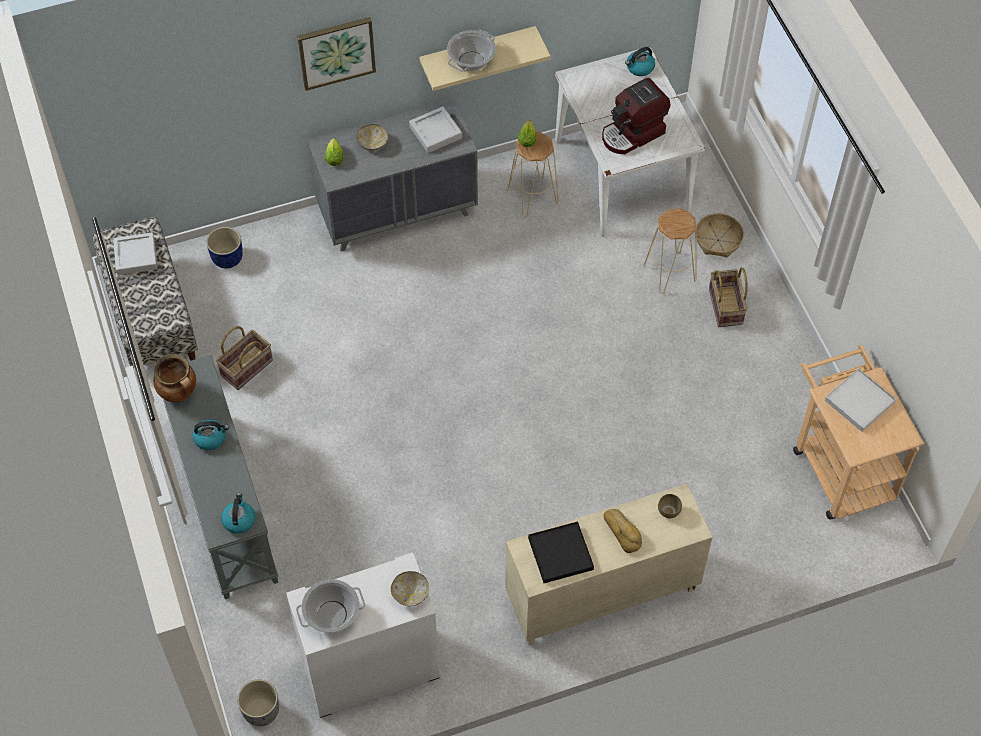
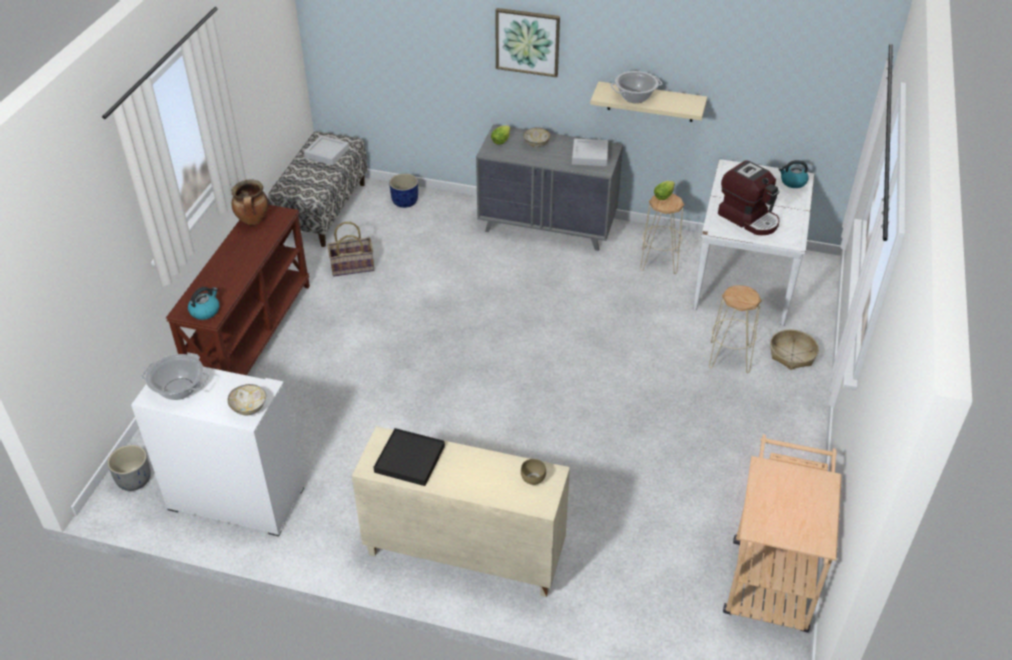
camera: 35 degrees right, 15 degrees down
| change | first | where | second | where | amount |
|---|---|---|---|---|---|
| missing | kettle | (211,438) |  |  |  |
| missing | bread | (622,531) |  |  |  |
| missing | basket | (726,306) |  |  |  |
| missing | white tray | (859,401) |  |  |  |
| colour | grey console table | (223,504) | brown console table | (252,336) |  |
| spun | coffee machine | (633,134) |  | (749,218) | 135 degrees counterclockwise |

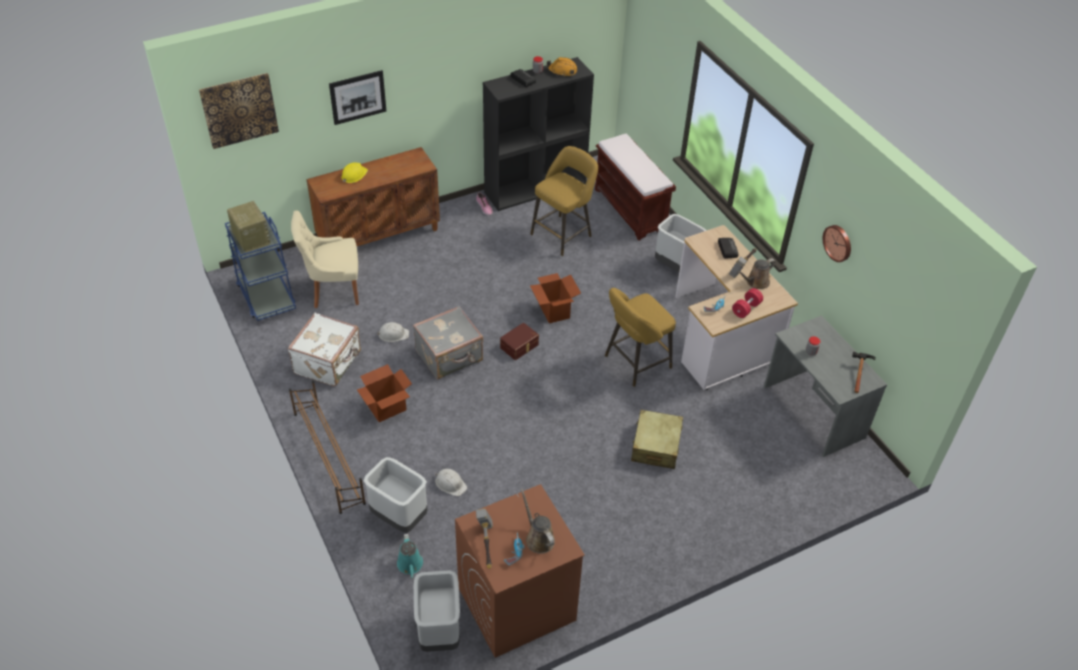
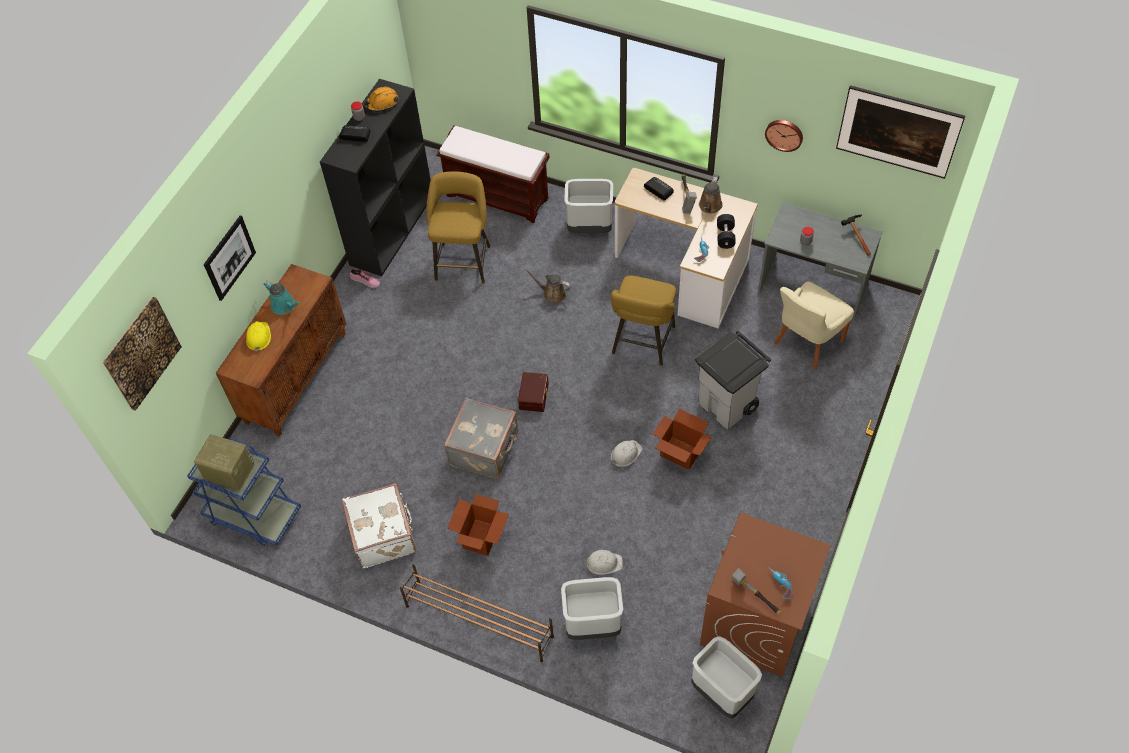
camera: 35 degrees left, 10 degrees up
| change | first | where | second | where | amount |
|---|---|---|---|---|---|
| appeared |  |  | picture | (894,146) |  |
| relocated | beige chair | (333,290) |  | (806,343) |  |
| relocated | white hard hat | (393,334) |  | (625,454) |  |
| relocated | turquoise watering can | (410,565) |  | (285,306) |  |
| relocated | brown watering can | (538,538) |  | (552,293) |  |
| relocated | cardboard box | (554,311) |  | (680,453) |  |
| exchanged | beige suitcase | (656,446) | grey trash can | (728,405) |  |
| colour | red dumbbell | (746,309) | black dumbbell | (725,236) |  |

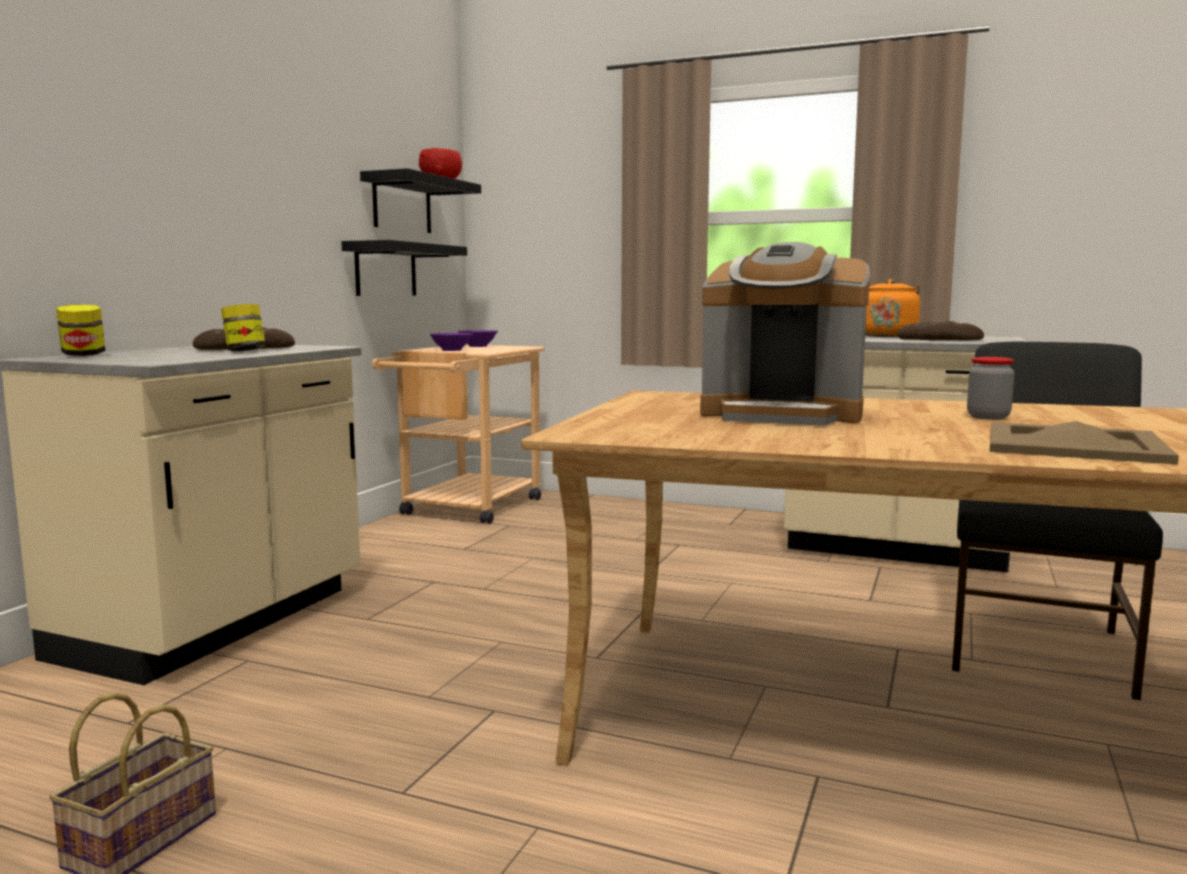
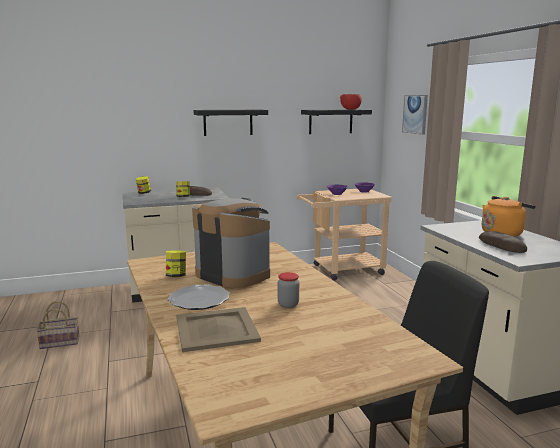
camera: 50 degrees right, 5 degrees up
| change | first | where | second | where | amount |
|---|---|---|---|---|---|
| appeared |  |  | jar | (176,276) |  |
| appeared |  |  | plate | (199,299) |  |
| appeared |  |  | picture | (415,114) |  |
| relocated | black shelf | (386,270) |  | (228,122) |  |
| spun | coffee machine | (782,415) |  | (233,274) | 150 degrees clockwise |

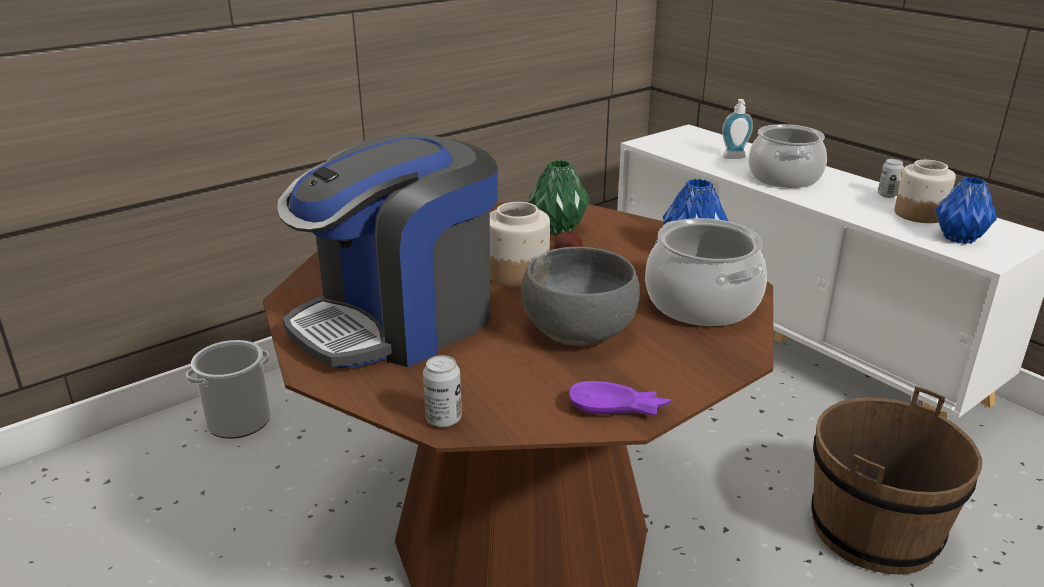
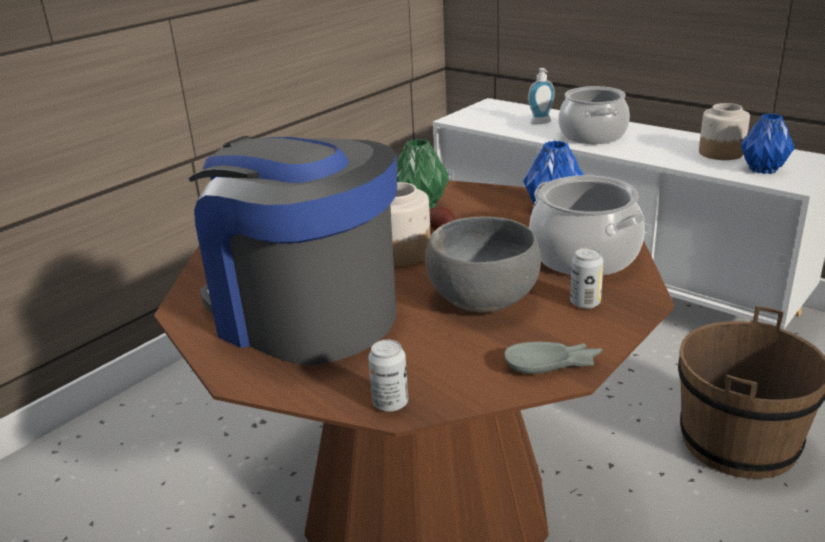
camera: 10 degrees left, 0 degrees up
| change | first | where | second | where | amount |
|---|---|---|---|---|---|
| missing | bucket | (239,420) |  |  |  |
| relocated | can | (887,195) |  | (585,303) |  |
| colour | purple bowl | (618,409) | grey bowl | (553,366) |  |
| spun | coffee machine | (399,321) |  | (304,315) | 90 degrees clockwise |

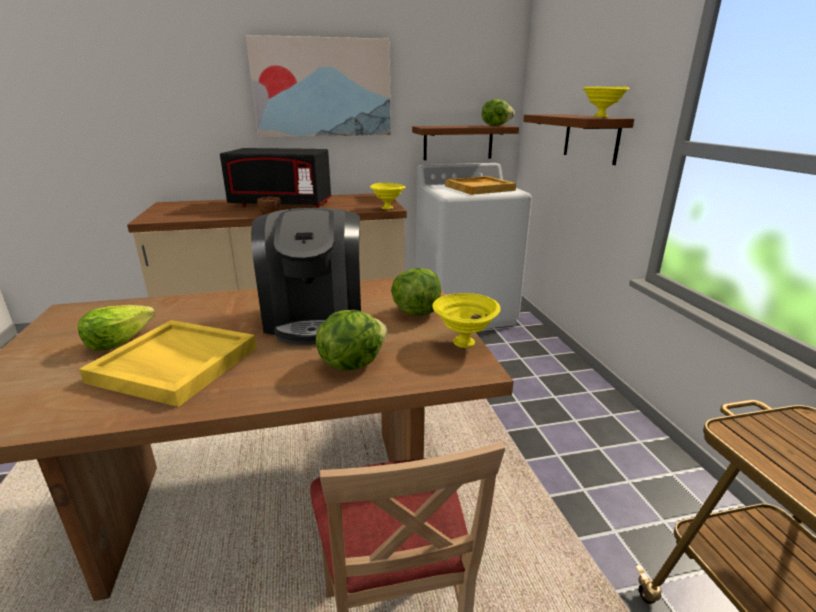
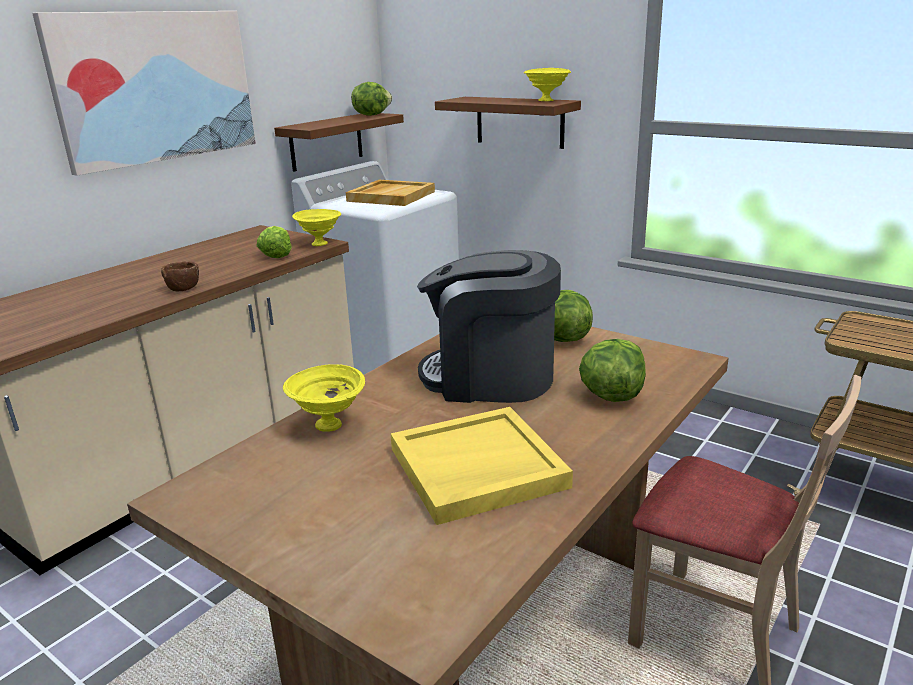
camera: 40 degrees left, 0 degrees up
| change | first | where | second | where | amount |
|---|---|---|---|---|---|
| missing | black microwave | (282,204) |  |  |  |
| relocated | lettuce | (119,341) |  | (276,254) |  |
| relocated | yellow bowl | (465,343) |  | (330,426) |  |
| spun | coffee machine | (315,317) |  | (490,377) | 150 degrees clockwise |

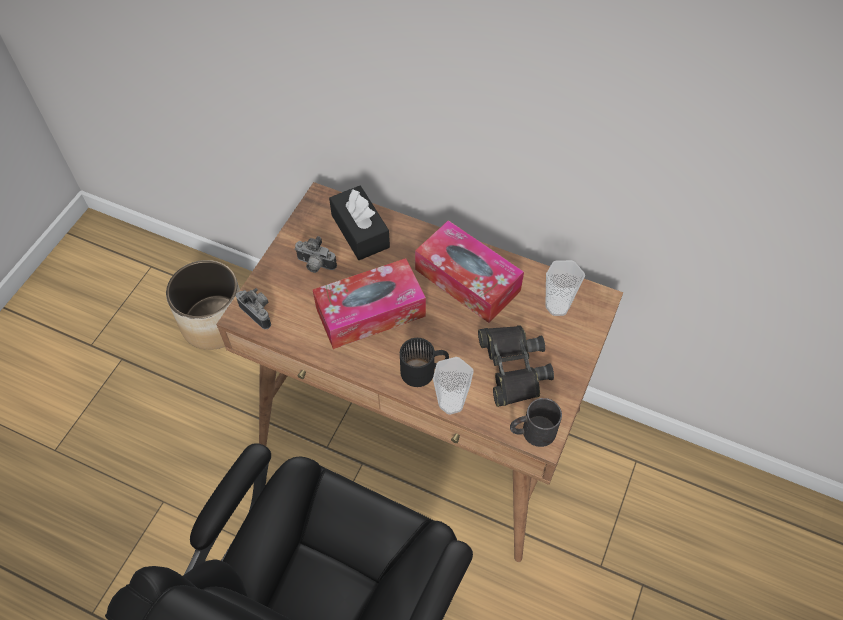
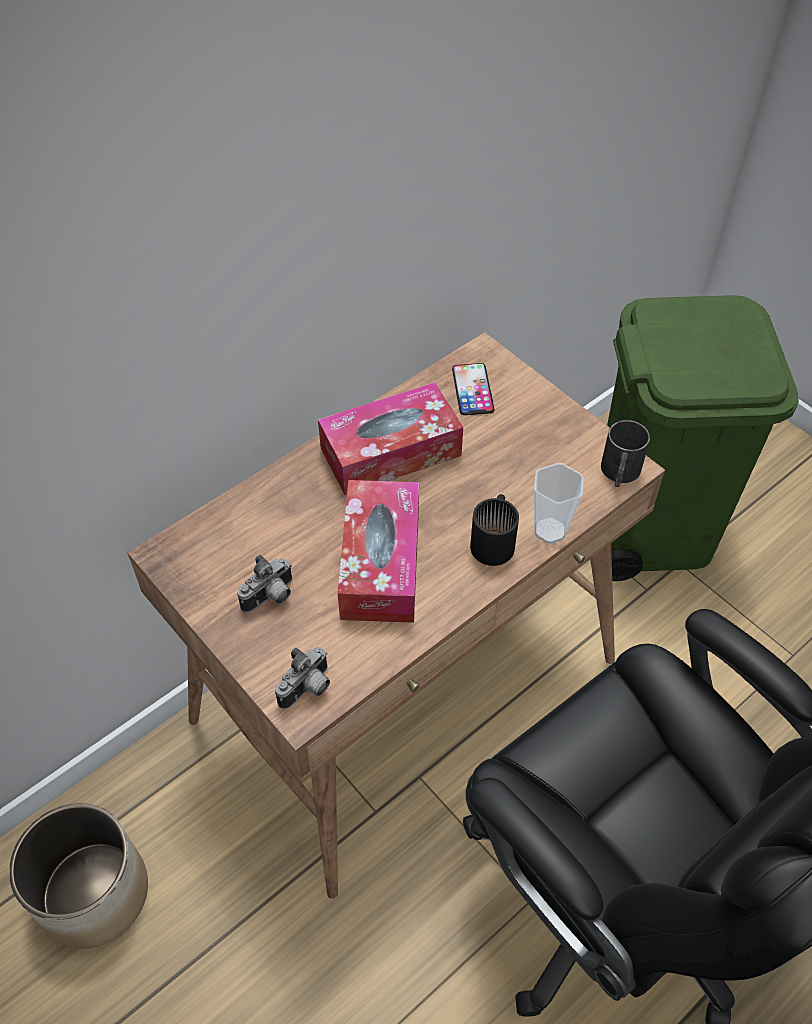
camera: 65 degrees left, 5 degrees down
| change | first | where | second | where | amount |
|---|---|---|---|---|---|
| missing | black tissue box | (360,231) |  |  |  |
| missing | black binoculars | (512,367) |  |  |  |
| appeared |  |  | green trash can | (649,522) |  |
| exchanged | cup | (557,306) | phone | (472,389) |  |
| spun | photo camera | (258,312) |  | (308,689) | 150 degrees clockwise |

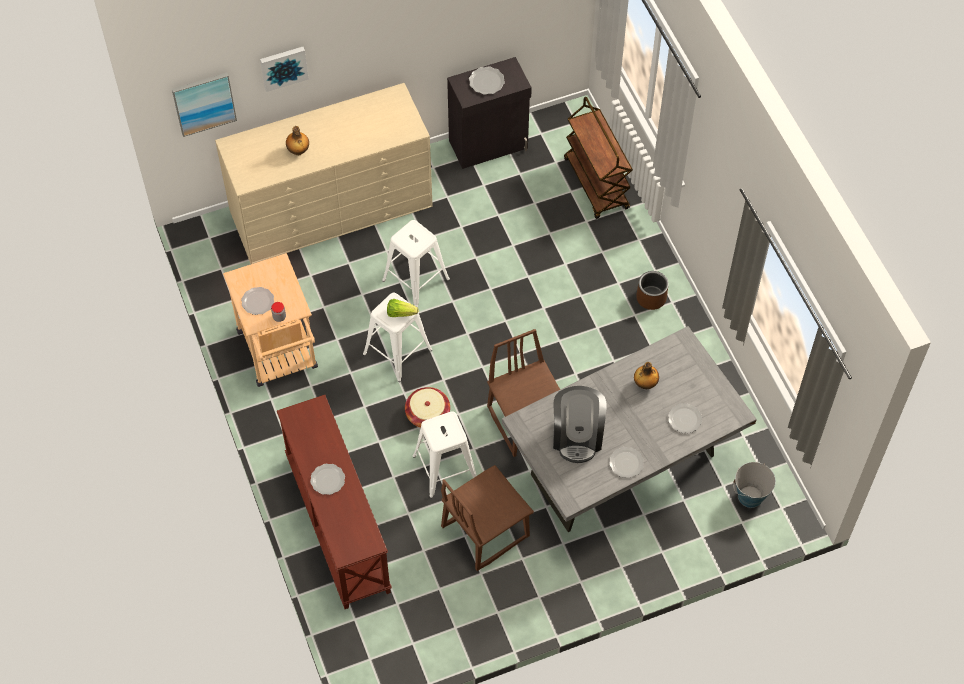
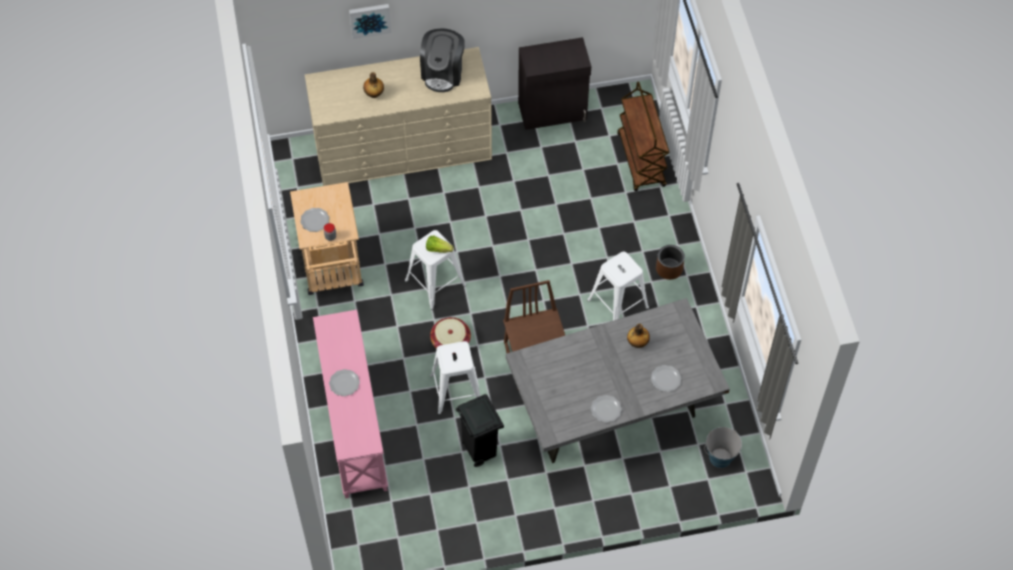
camera: 10 degrees right, 0 degrees up
| change | first | where | second | where | amount |
|---|---|---|---|---|---|
| missing | picture | (204,103) |  |  |  |
| missing | plate | (487,82) |  |  |  |
| relocated | white stool | (415,280) |  | (617,303) |  |
| relocated | coffee machine | (577,436) |  | (443,73) |  |
| exchanged | brown chair | (484,531) | black trash can | (479,450) |  |
| colour | brown console table | (336,524) | pink console table | (352,424) |  |

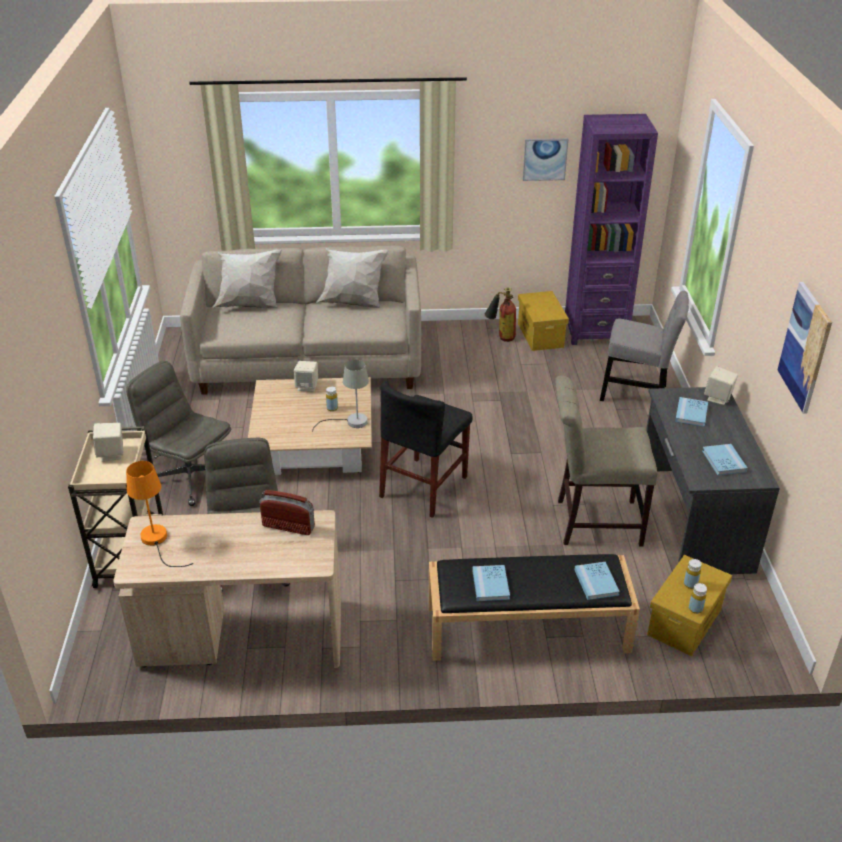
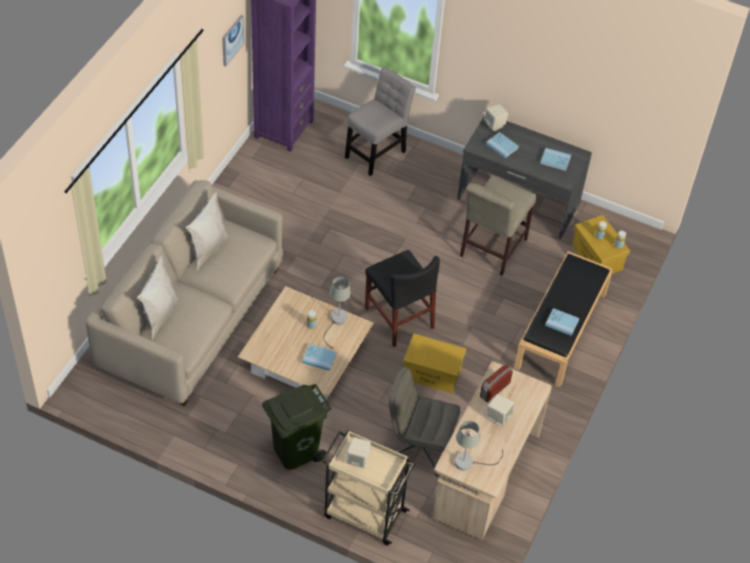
camera: 65 degrees left, 15 degrees up
| change | first | where | second | where | amount |
|---|---|---|---|---|---|
| missing | fire extinguisher | (501,336) |  |  |  |
| missing | picture | (805,347) |  |  |  |
| relocated | beige speaker | (307,386) |  | (498,416) |  |
| relocated | yellow storage box | (541,335) |  | (432,373) |  |
| relocated | blue book | (596,582) |  | (319,358) |  |
| exchanged | grey office chair | (189,477) | green trash can | (295,450) |  |
| colour | orange table lamp | (157,541) | grey table lamp | (469,462) |  |

